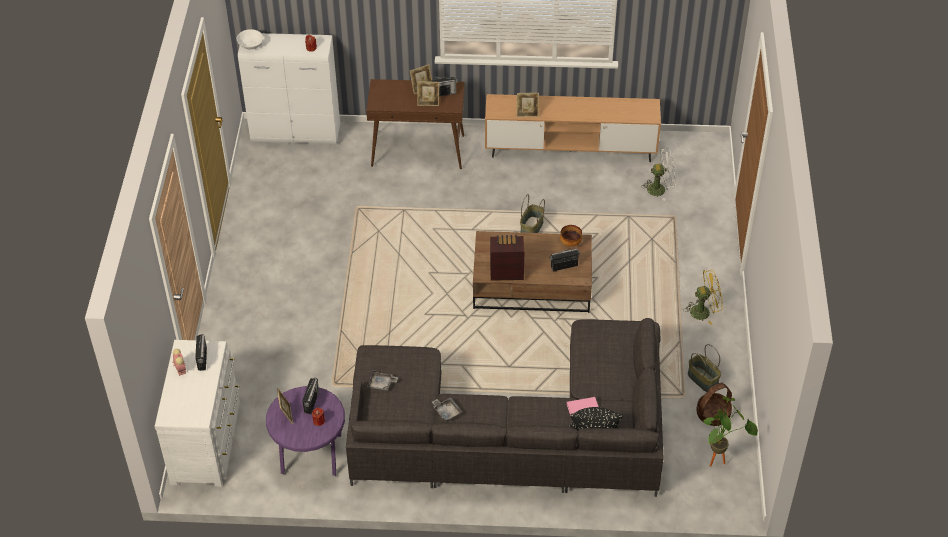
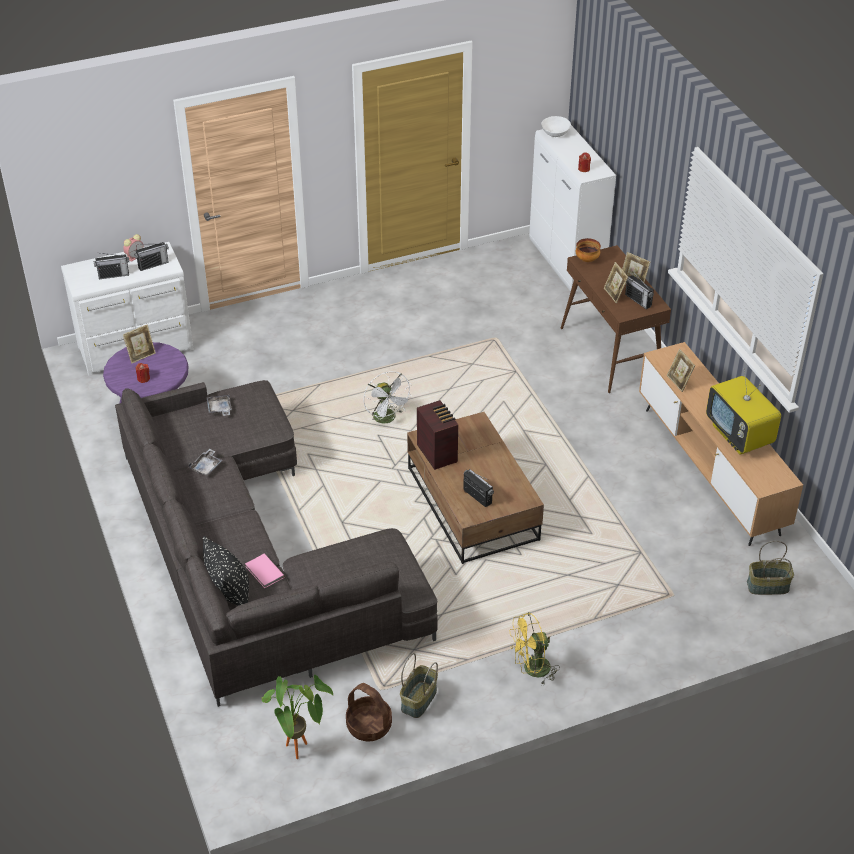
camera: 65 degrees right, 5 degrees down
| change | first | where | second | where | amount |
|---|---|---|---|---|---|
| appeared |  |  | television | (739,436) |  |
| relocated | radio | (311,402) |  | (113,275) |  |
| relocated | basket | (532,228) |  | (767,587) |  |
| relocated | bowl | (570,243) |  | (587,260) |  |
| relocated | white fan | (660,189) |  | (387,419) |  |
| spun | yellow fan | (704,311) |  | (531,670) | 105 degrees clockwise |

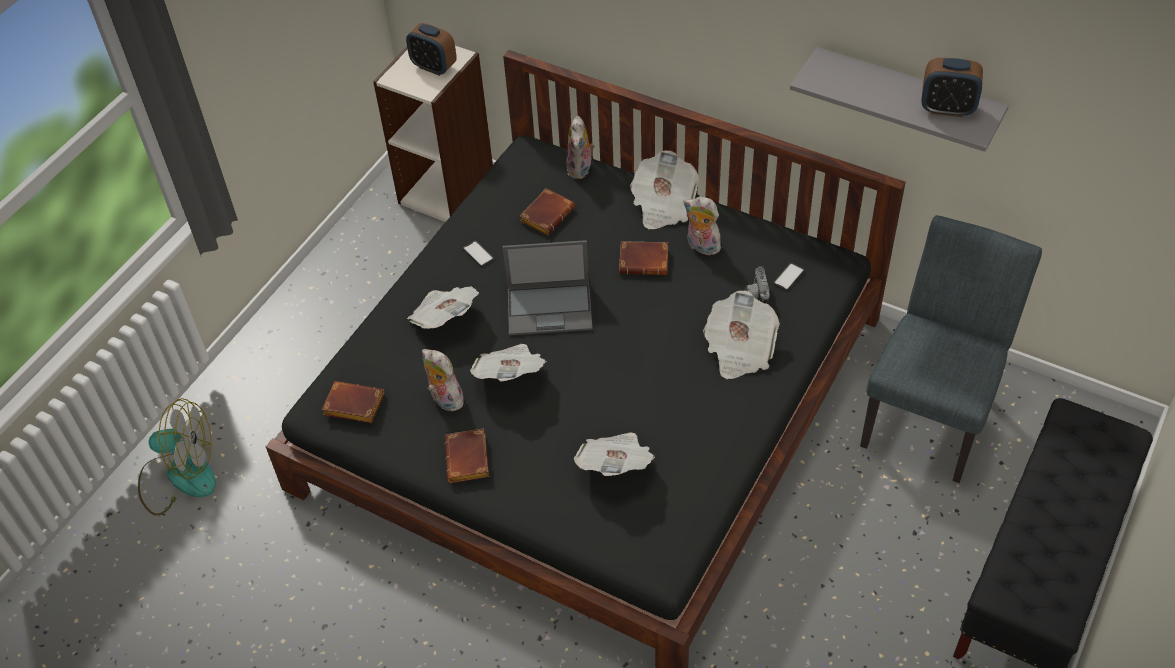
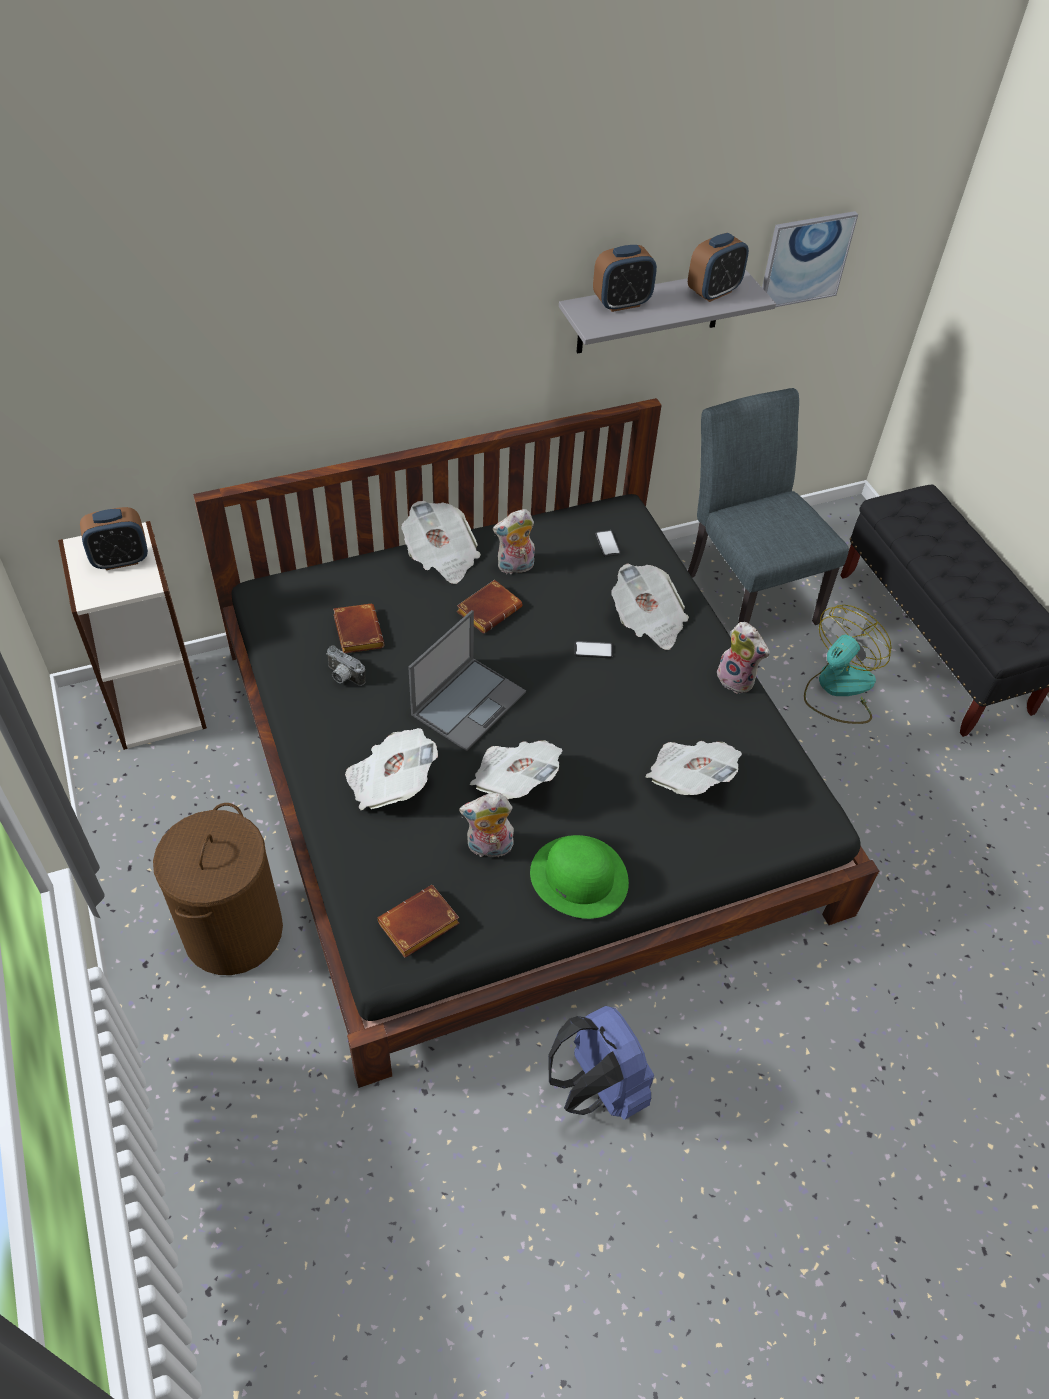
camera: 55 degrees left, 0 degrees up
| change | first | where | second | where | amount |
|---|---|---|---|---|---|
| appeared |  |  | brown laundry basket | (233,930) |  |
| appeared |  |  | blue backpack | (597,1087) |  |
| appeared |  |  | alarm clock | (621,303) |  |
| appeared |  |  | picture | (805,259) |  |
| relocated | fan | (179,476) |  | (838,689) |  |
| relocated | phone | (478,254) |  | (593,650) |  |
| relocated | plush toy | (581,169) |  | (737,679) |  |
| relocated | photo camera | (755,295) |  | (343,677) |  |
| exchanged | brown book | (469,460) | green hat | (579,877) |  |

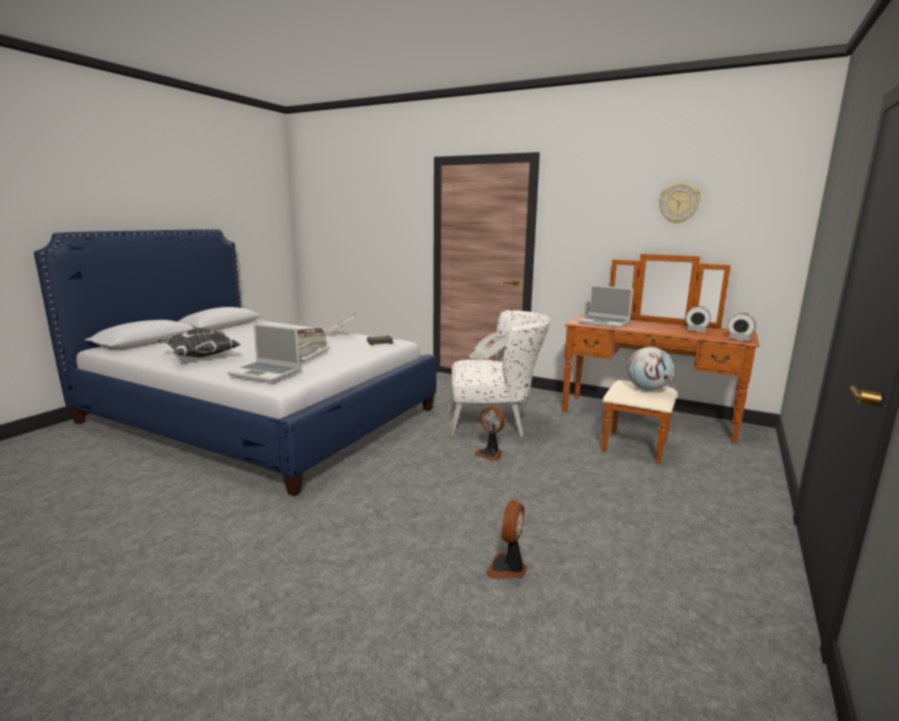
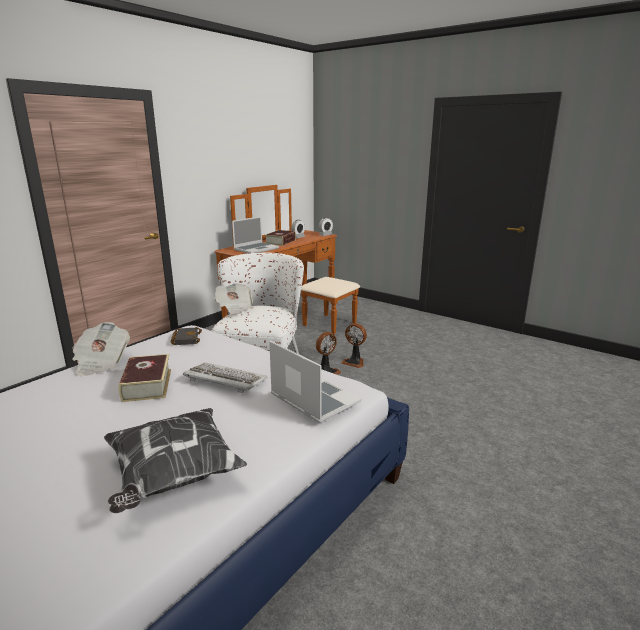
camera: 80 degrees left, 5 degrees up
| change | first | where | second | where | amount |
|---|---|---|---|---|---|
| missing | globe | (647,389) |  |  |  |
| missing | wall clock | (679,203) |  |  |  |
| appeared |  |  | book | (280,242) |  |
| relocated | fan | (508,568) |  | (354,362) |  |
| spun | laptop | (266,373) |  | (313,399) | 75 degrees counterclockwise |

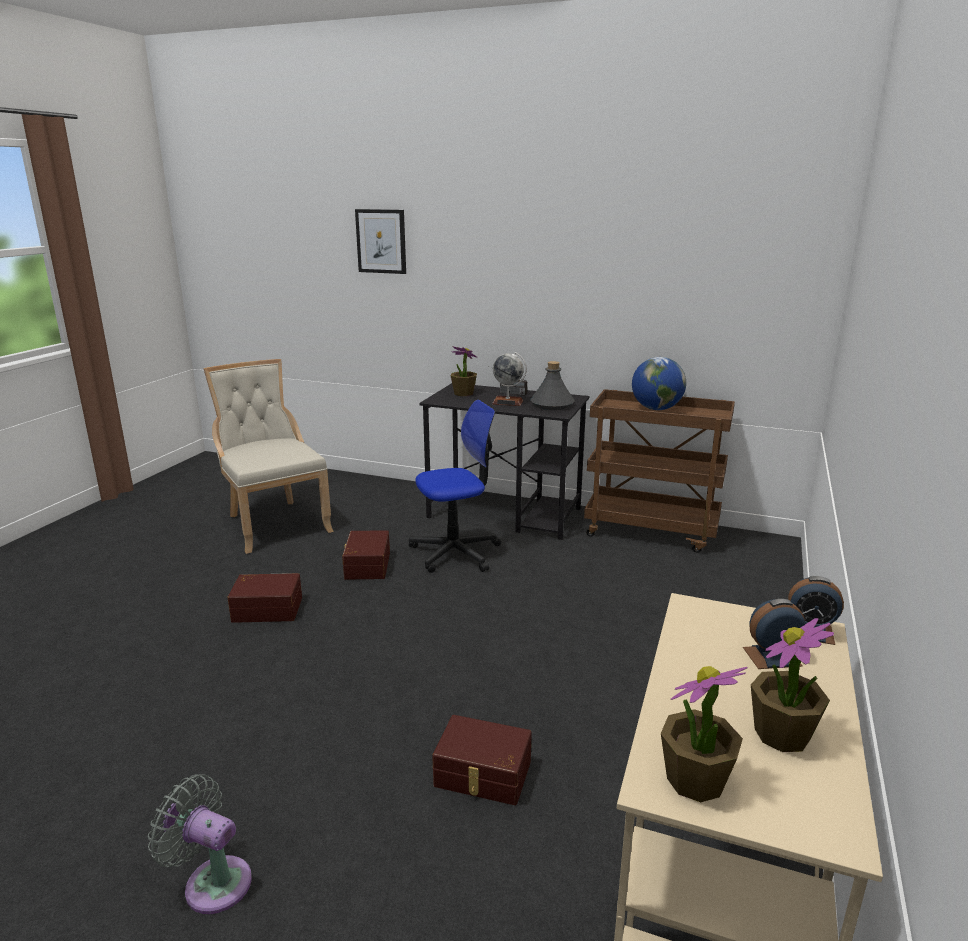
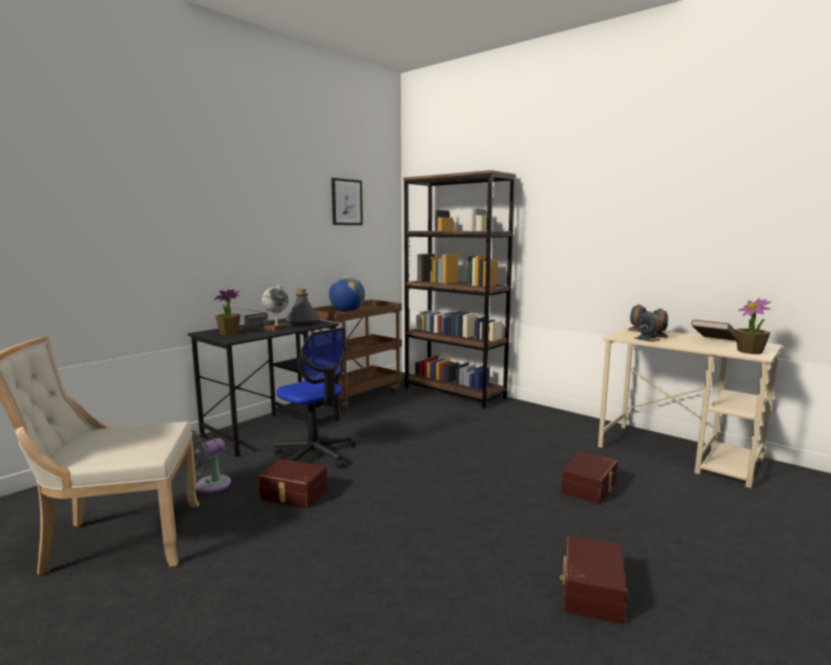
camera: 70 degrees left, 10 degrees down
| change | first | where | second | where | amount |
|---|---|---|---|---|---|
| appeared |  |  | brown bookcase | (454,392) |  |
| appeared |  |  | alarm clock | (647,339) |  |
| relocated | grey fan | (212,882) |  | (209,486) |  |
| relocated | brown storage box | (267,608) |  | (590,591) |  |
| relocated | picture | (381,241) |  | (346,202) |  |
| exchanged | potted plant | (782,735) | brown book | (713,341) |  |
| spun | office chair | (455,552) |  | (315,455) | 135 degrees clockwise |

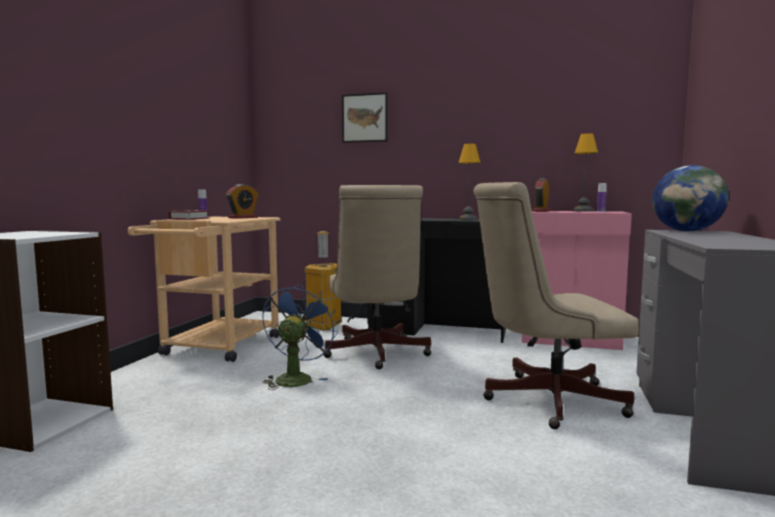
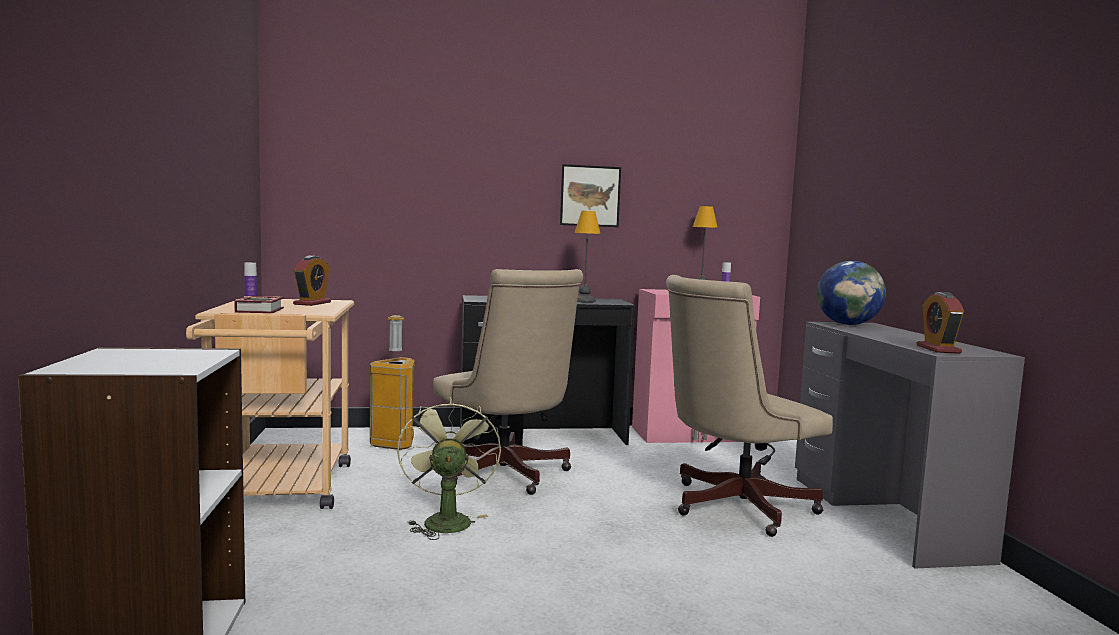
camera: 25 degrees left, 0 degrees up
| change | first | where | second | where | amount |
|---|---|---|---|---|---|
| relocated | picture | (364,118) |  | (590,196) |  |
| relocated | alarm clock | (541,211) |  | (938,349) |  |
| colour | blue fan | (296,378) | green fan | (445,520) |  |

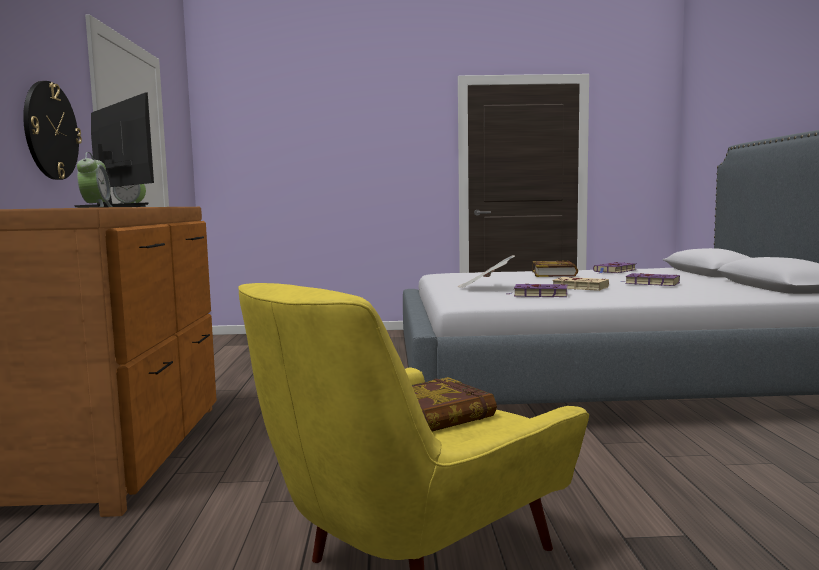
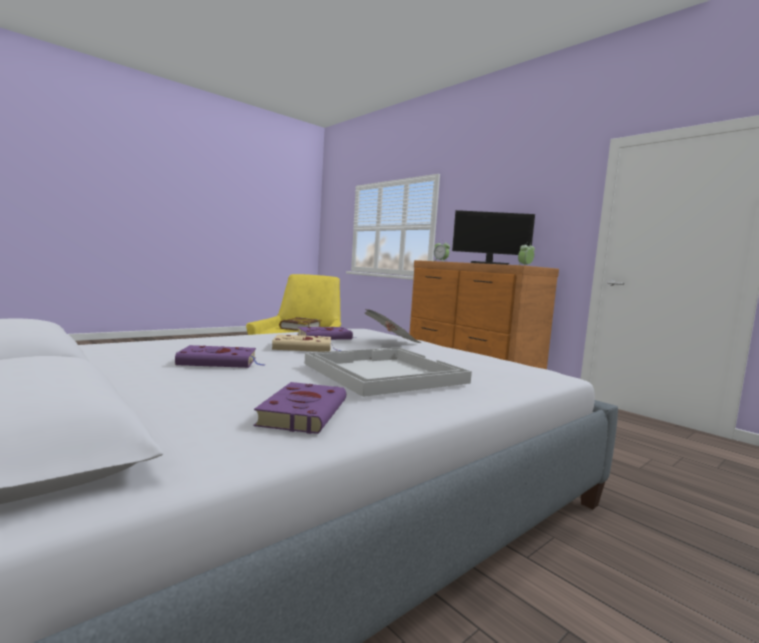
camera: 140 degrees right, 0 degrees up
| change | first | where | second | where | amount |
|---|---|---|---|---|---|
| missing | wall clock | (50,131) |  |  |  |
| exchanged | book | (554,274) | white tray | (382,373) |  |

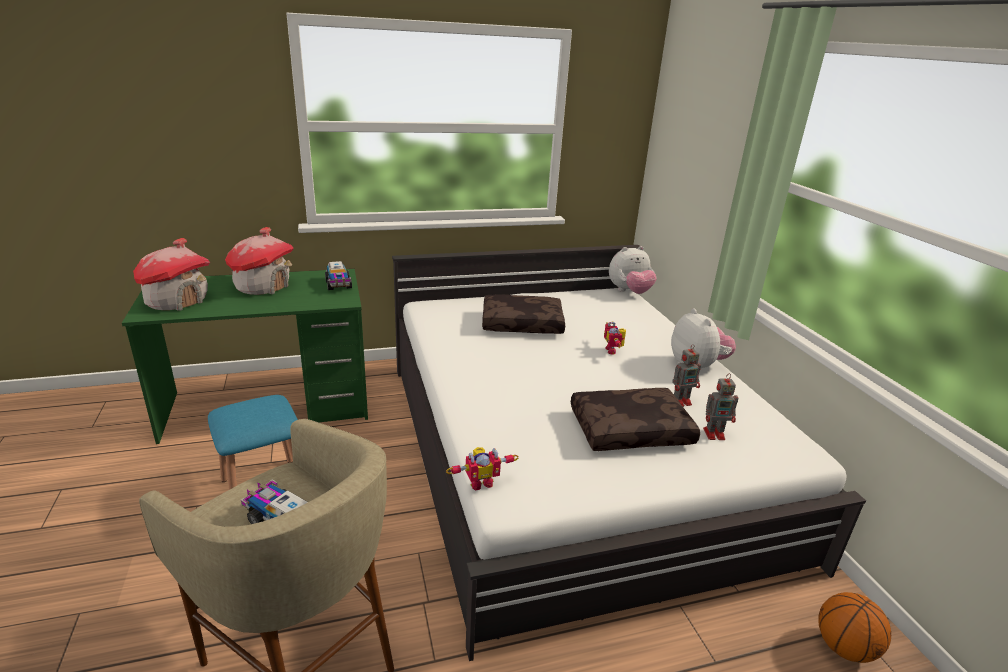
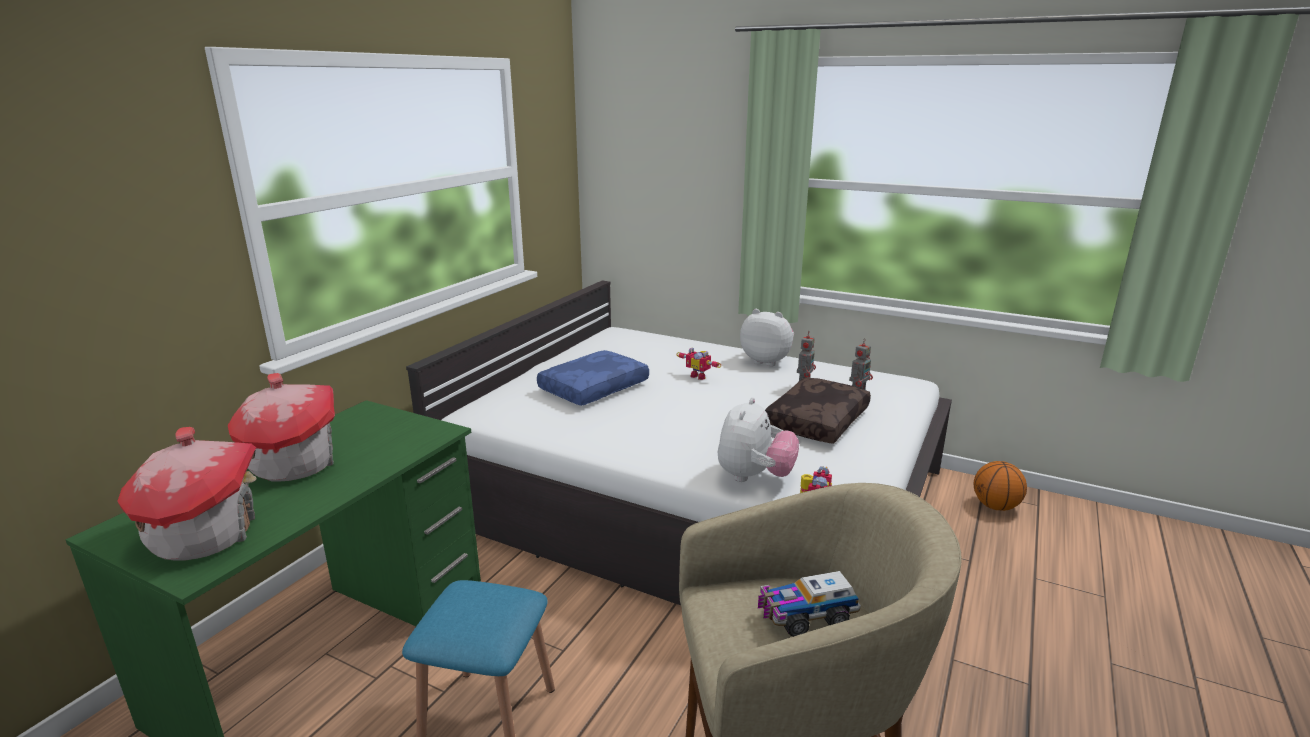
camera: 45 degrees left, 5 degrees down
| change | first | where | second | where | amount |
|---|---|---|---|---|---|
| missing | toy truck | (338,285) |  |  |  |
| relocated | plush toy | (629,292) |  | (754,477) |  |
| colour | brown pillow | (522,323) | blue pillow | (593,387) |  |

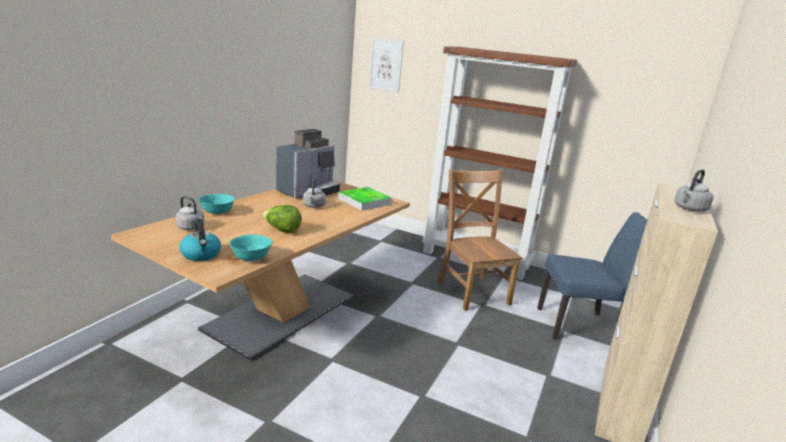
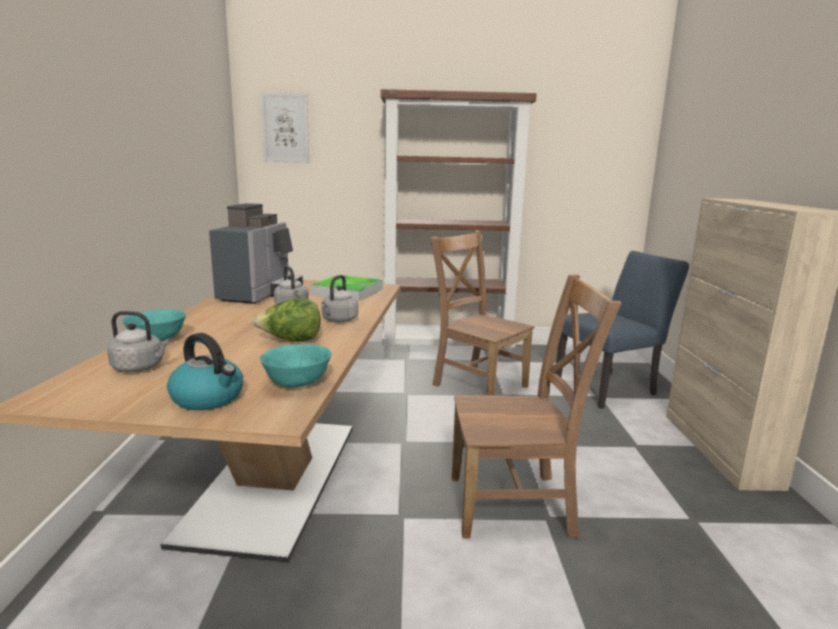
camera: 25 degrees left, 5 degrees down
| change | first | where | second | where | amount |
|---|---|---|---|---|---|
| appeared |  |  | brown chair | (516,505) |  |
| relocated | grey kettle | (689,209) |  | (339,320) |  |

